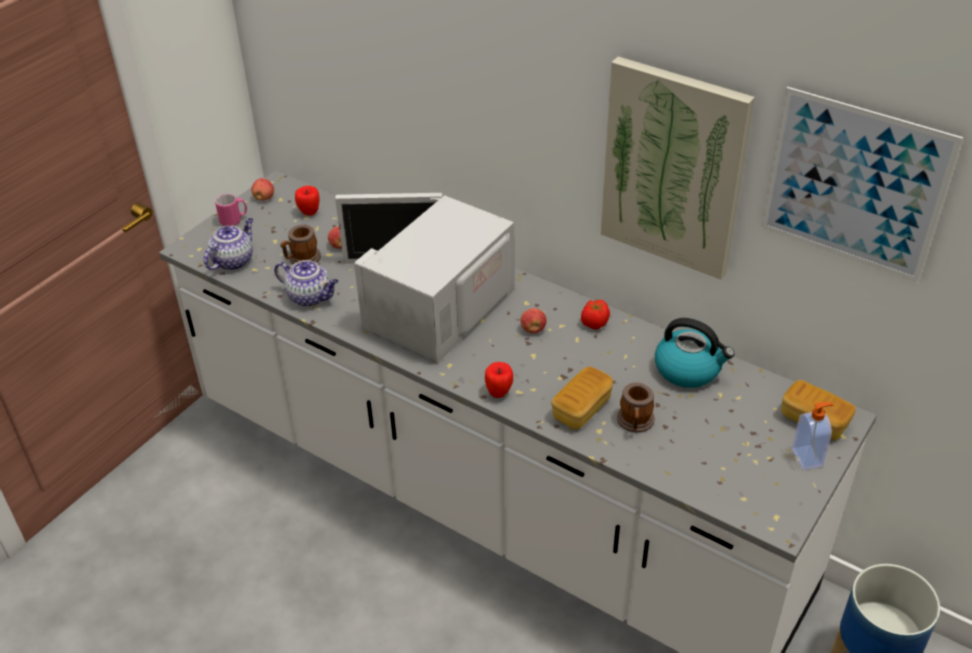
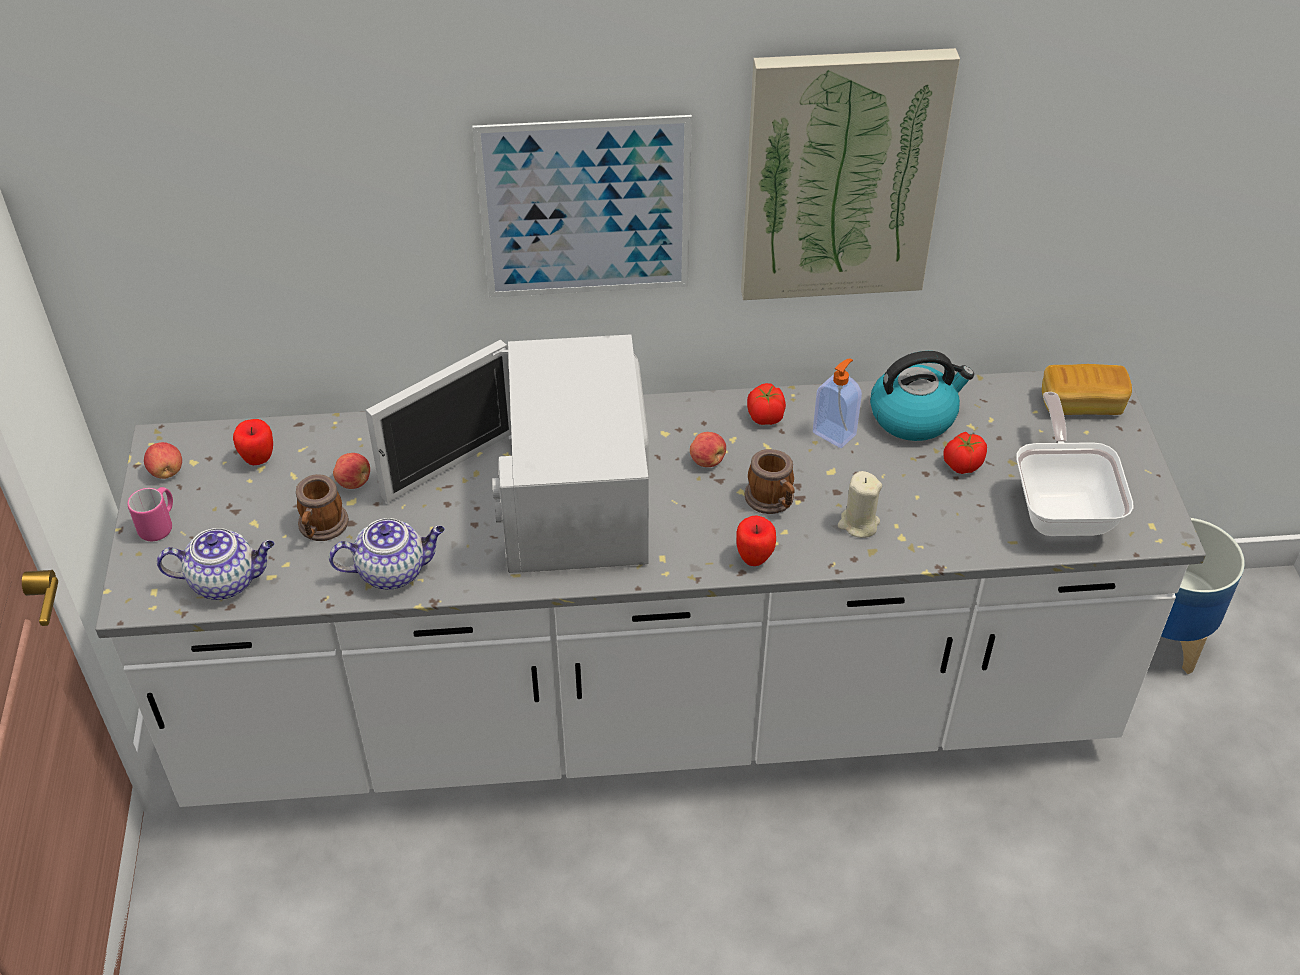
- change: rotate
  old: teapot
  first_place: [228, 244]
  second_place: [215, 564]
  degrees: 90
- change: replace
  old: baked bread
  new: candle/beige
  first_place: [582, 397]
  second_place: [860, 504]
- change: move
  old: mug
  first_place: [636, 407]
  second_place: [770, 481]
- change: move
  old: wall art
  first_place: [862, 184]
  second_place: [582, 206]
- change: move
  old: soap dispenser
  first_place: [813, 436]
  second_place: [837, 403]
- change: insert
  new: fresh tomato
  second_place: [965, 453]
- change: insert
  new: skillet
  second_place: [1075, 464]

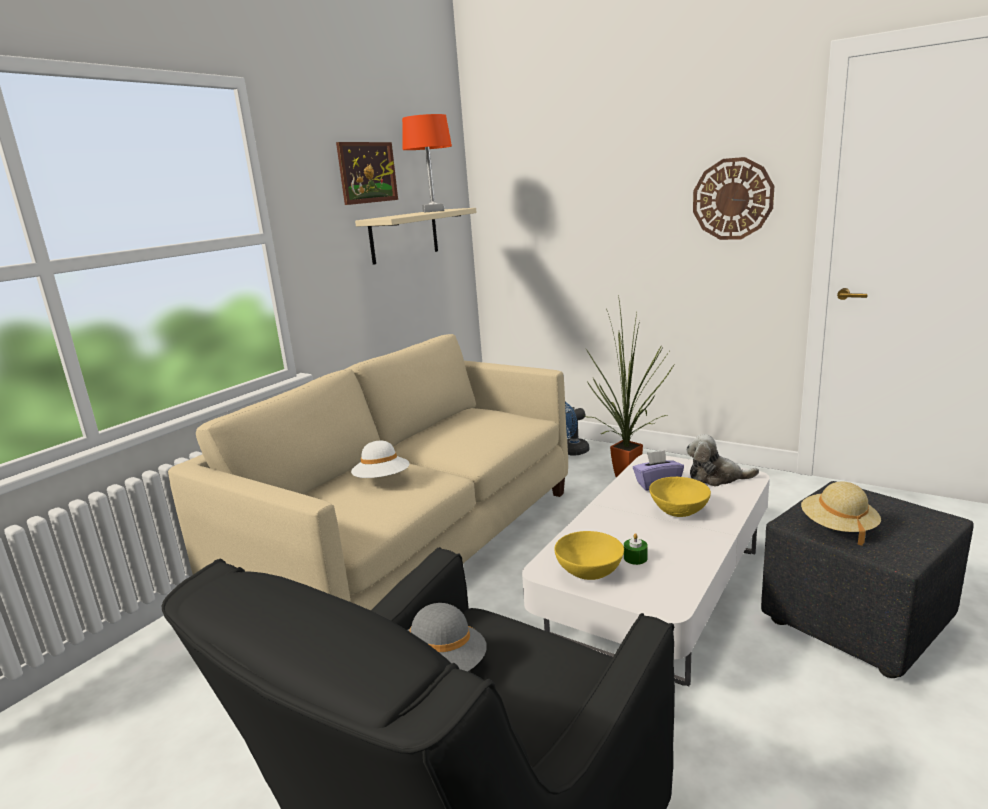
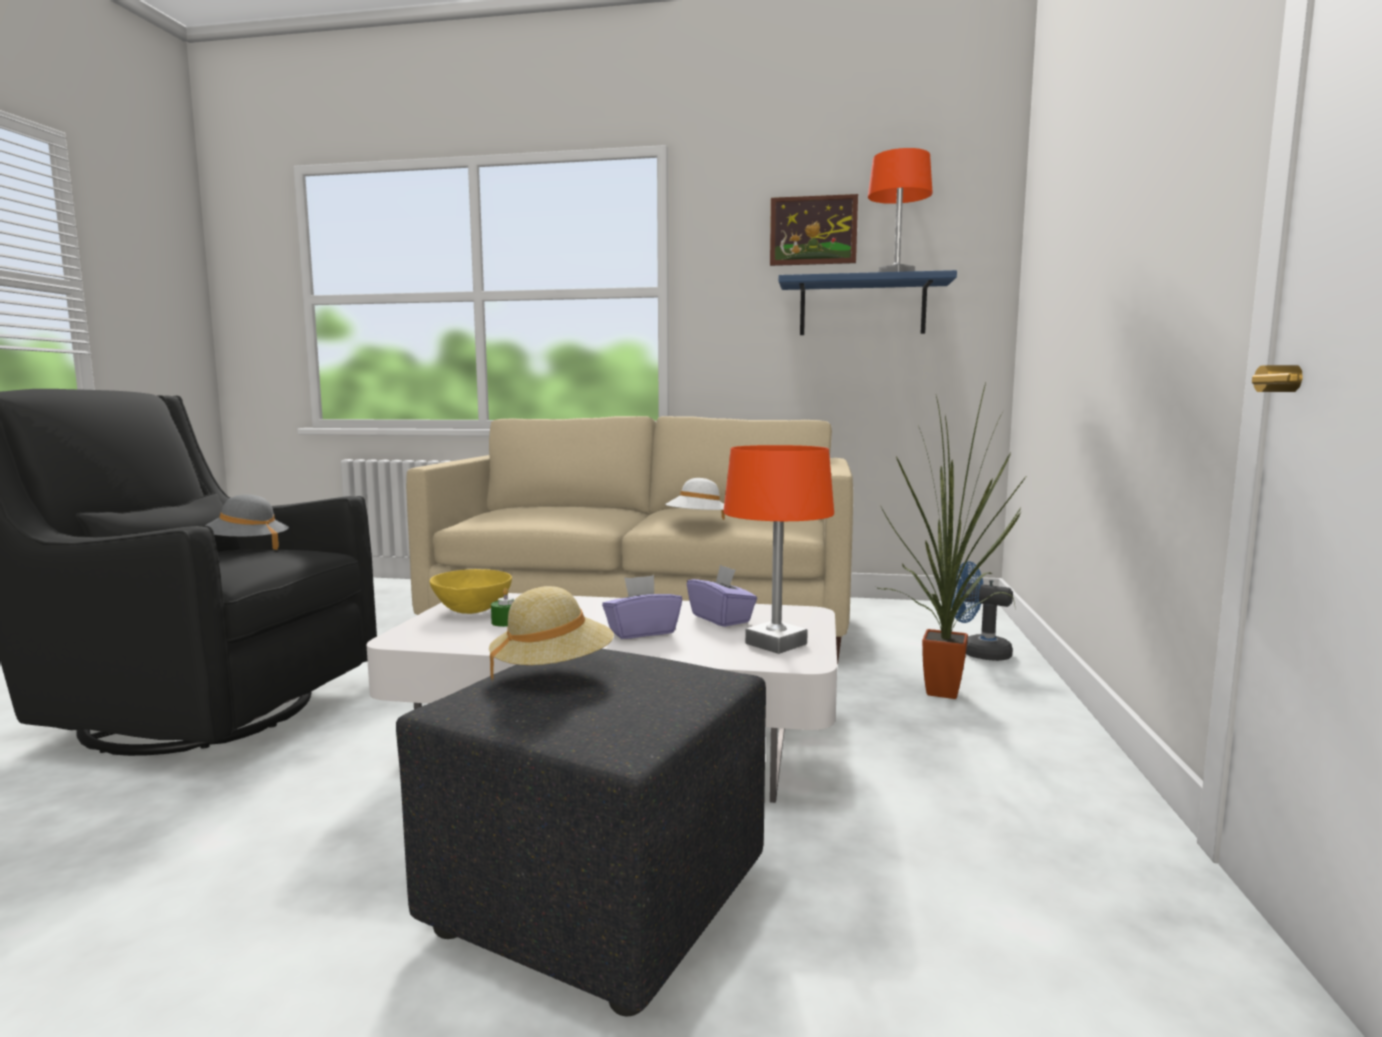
- change: move
  old: hat/white
  first_place: [380, 459]
  second_place: [695, 499]
- change: recolor
  old: shelf/beige
  new: shelf/blue-coloured
  first_place: [416, 236]
  second_place: [868, 302]
- change: replace
  old: bowl/yellow
  new: tissue box/purple-coloured
  first_place: [680, 497]
  second_place: [642, 607]
- change: replace
  old: soft toy
  new: tabletop lamp/orangey
  first_place: [722, 460]
  second_place: [778, 549]
- change: delete
  old: clock on the wall
  first_place: [733, 198]

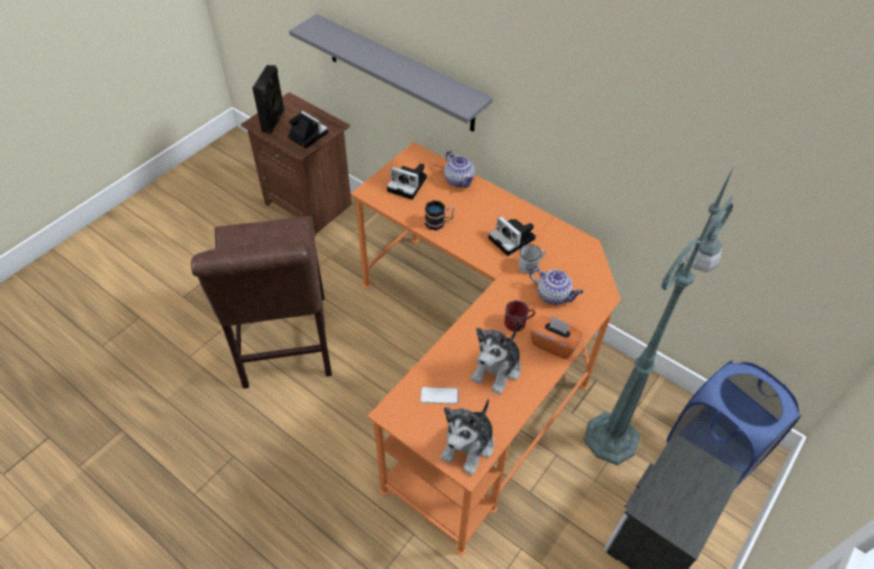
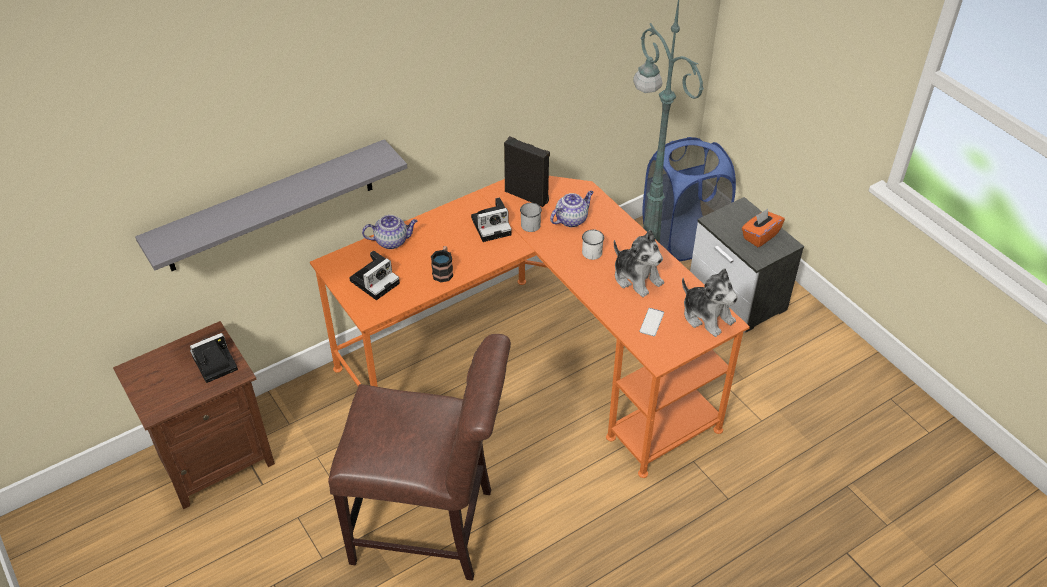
- change: move
  old: audio speaker/blackish
  first_place: [268, 99]
  second_place: [527, 171]
- change: recolor
  old: mug/red-coloured
  new: mug/white
  first_place: [519, 315]
  second_place: [593, 244]
- change: move
  old: tissue box/orangey
  first_place: [556, 337]
  second_place: [763, 228]

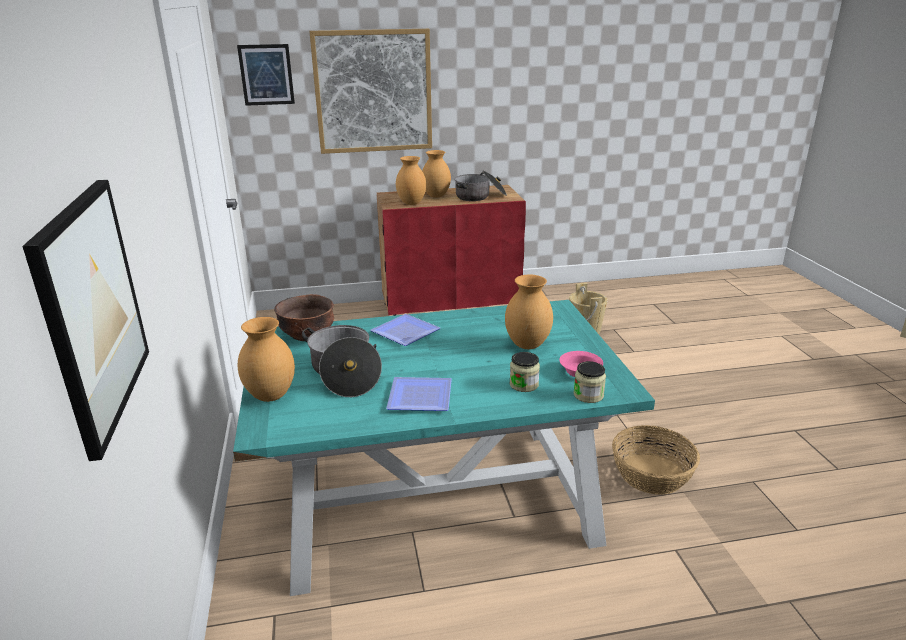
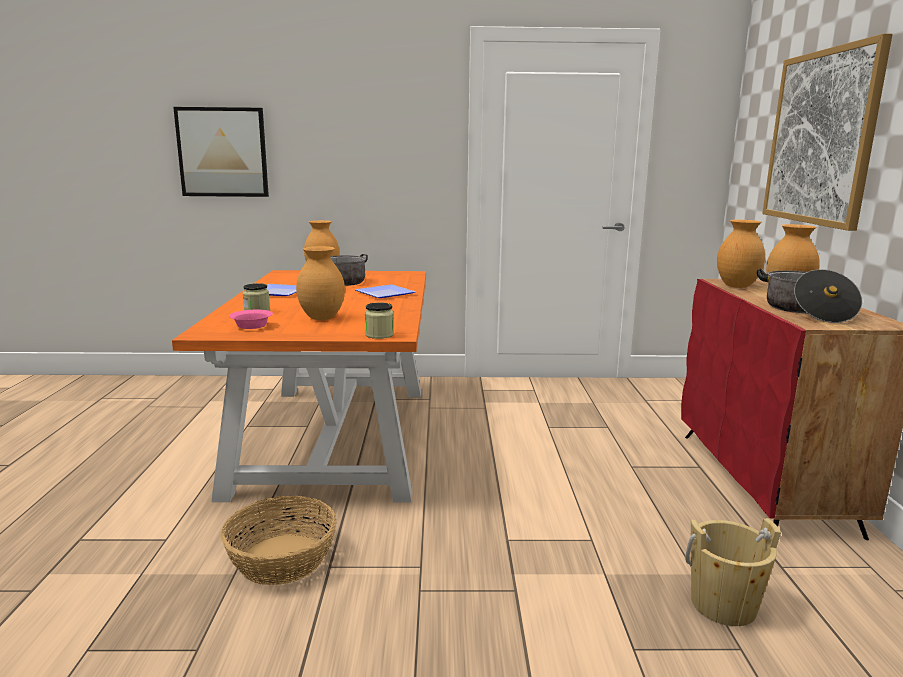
- change: recolor
  old: kitchen table/turquoise
  new: kitchen table/orangey
  first_place: [444, 448]
  second_place: [299, 386]
- change: delete
  old: wall art
  first_place: [266, 75]
- change: delete
  old: bowl/brownish
  first_place: [304, 317]
- change: move
  old: preserve jar
  first_place: [590, 382]
  second_place: [379, 321]

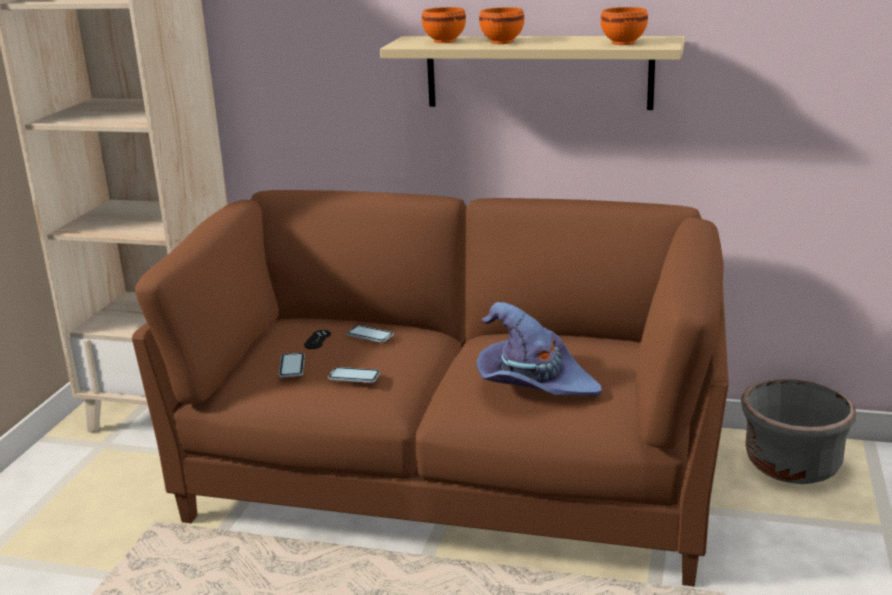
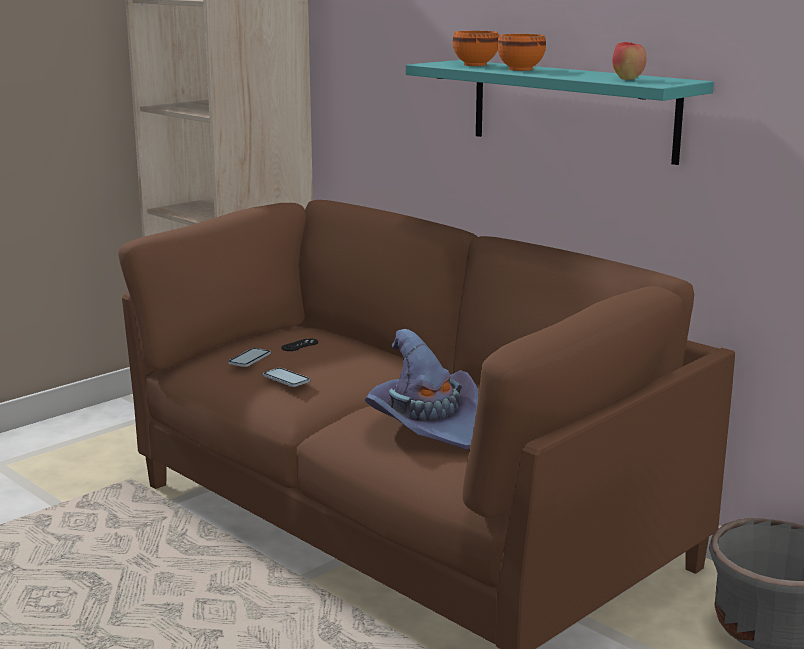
- change: delete
  old: phone
  first_place: [370, 334]
- change: recolor
  old: shelf/beige
  new: shelf/turquoise
  first_place: [532, 73]
  second_place: [560, 112]
- change: replace
  old: bowl/orangey
  new: whole apple
  first_place: [624, 26]
  second_place: [629, 61]

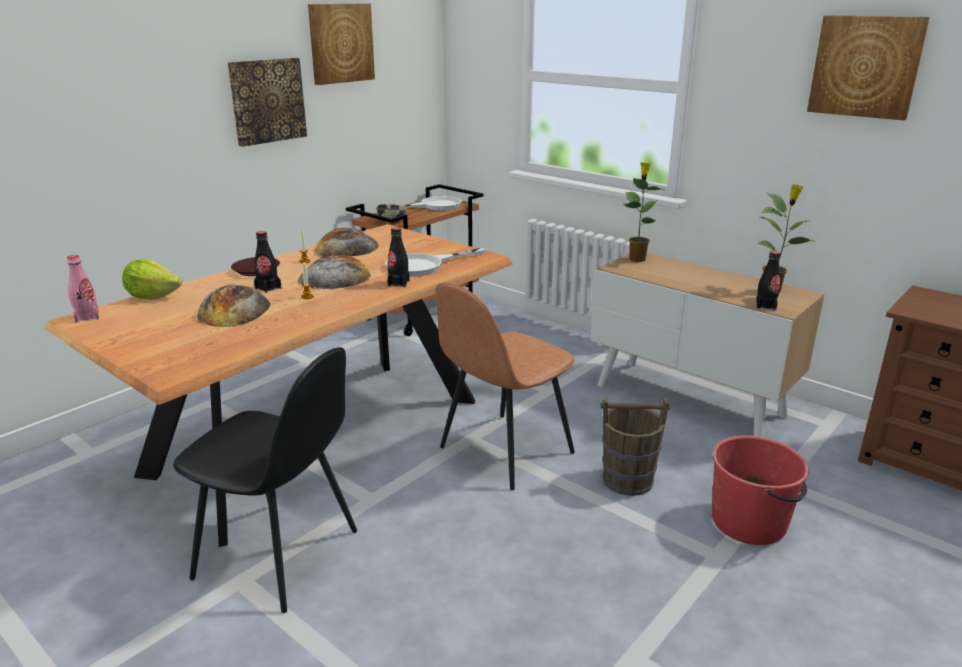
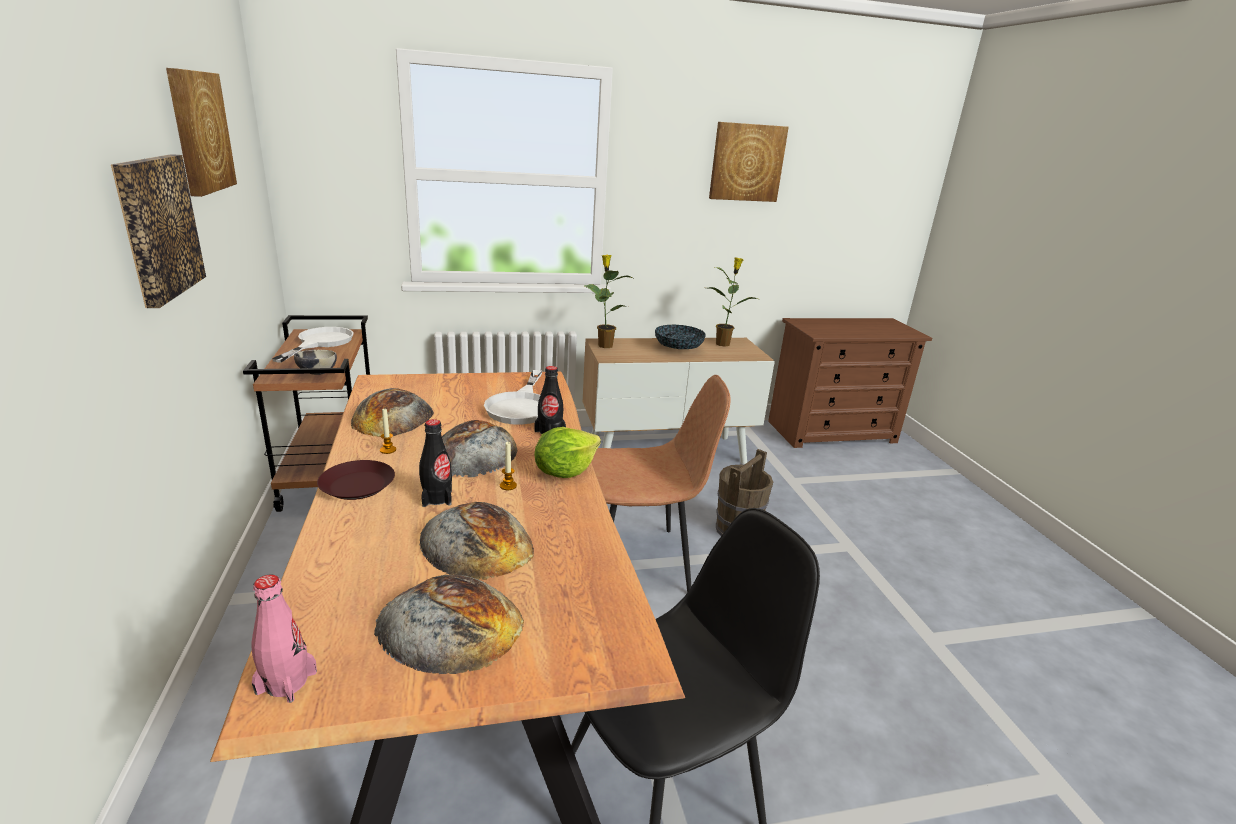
- change: move
  old: lettuce
  first_place: [152, 279]
  second_place: [568, 452]
- change: rotate
  old: plain chair/brownish
  first_place: [505, 386]
  second_place: [661, 484]
  degrees: -90
- change: delete
  old: bucket/red-coloured
  first_place: [760, 490]
- change: delete
  old: bottle/blackish
  first_place: [768, 280]
- change: insert
  new: baked bread
  second_place: [449, 624]
- change: insert
  new: bowl
  second_place: [680, 337]

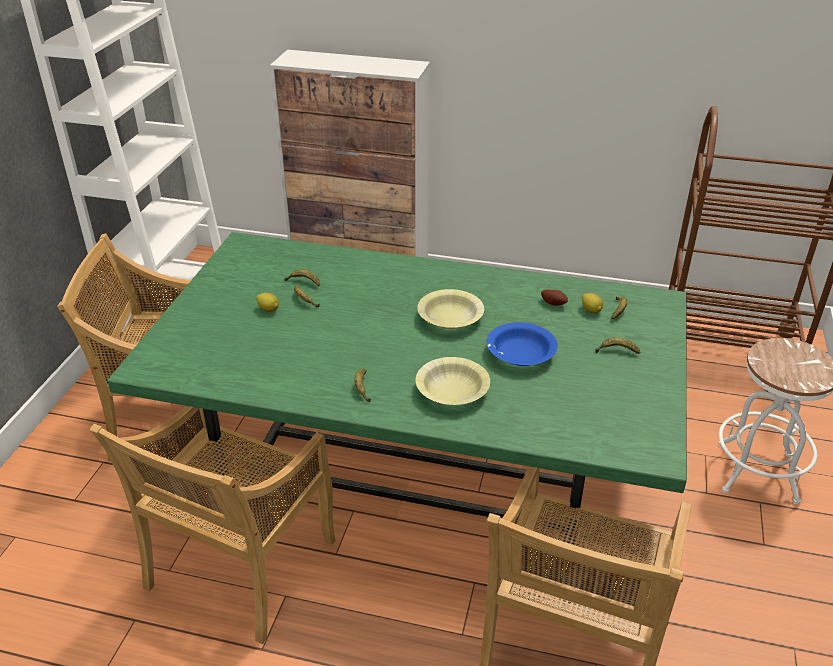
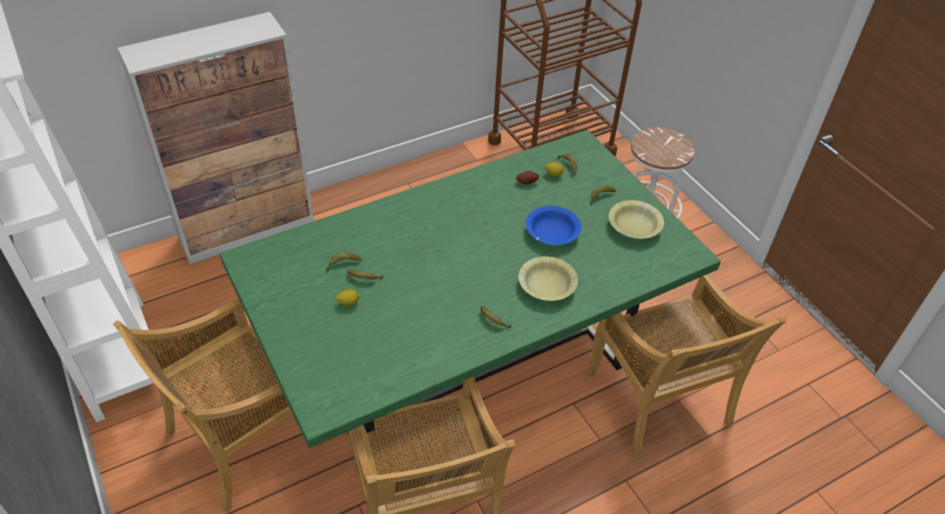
- change: move
  old: bowl/yellow
  first_place: [450, 309]
  second_place: [636, 219]

